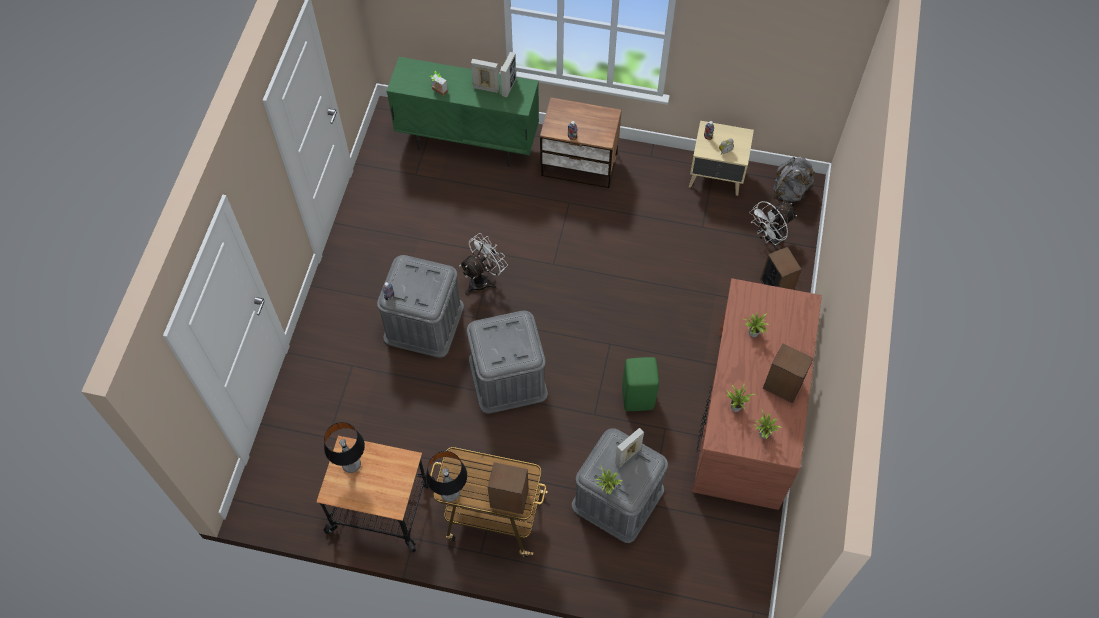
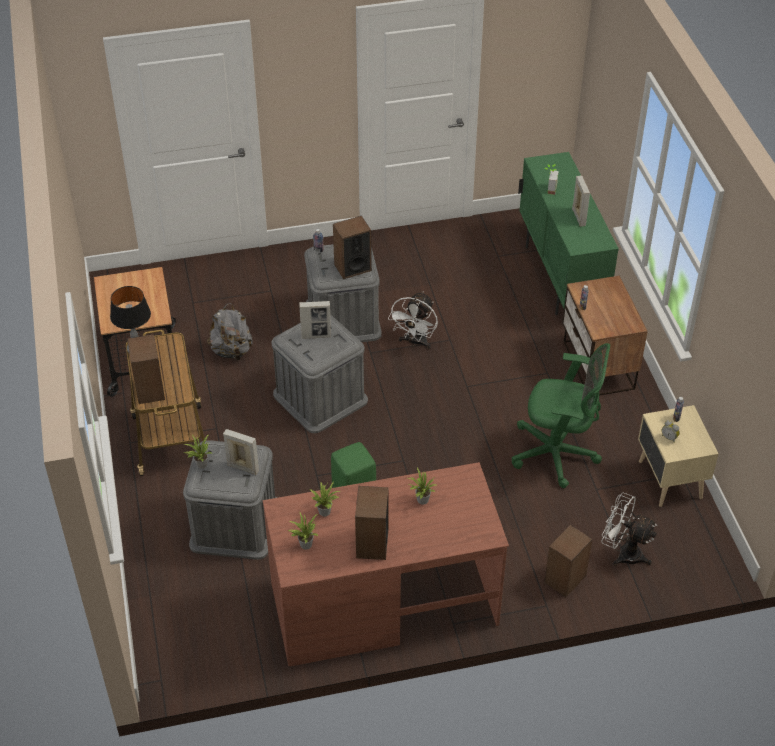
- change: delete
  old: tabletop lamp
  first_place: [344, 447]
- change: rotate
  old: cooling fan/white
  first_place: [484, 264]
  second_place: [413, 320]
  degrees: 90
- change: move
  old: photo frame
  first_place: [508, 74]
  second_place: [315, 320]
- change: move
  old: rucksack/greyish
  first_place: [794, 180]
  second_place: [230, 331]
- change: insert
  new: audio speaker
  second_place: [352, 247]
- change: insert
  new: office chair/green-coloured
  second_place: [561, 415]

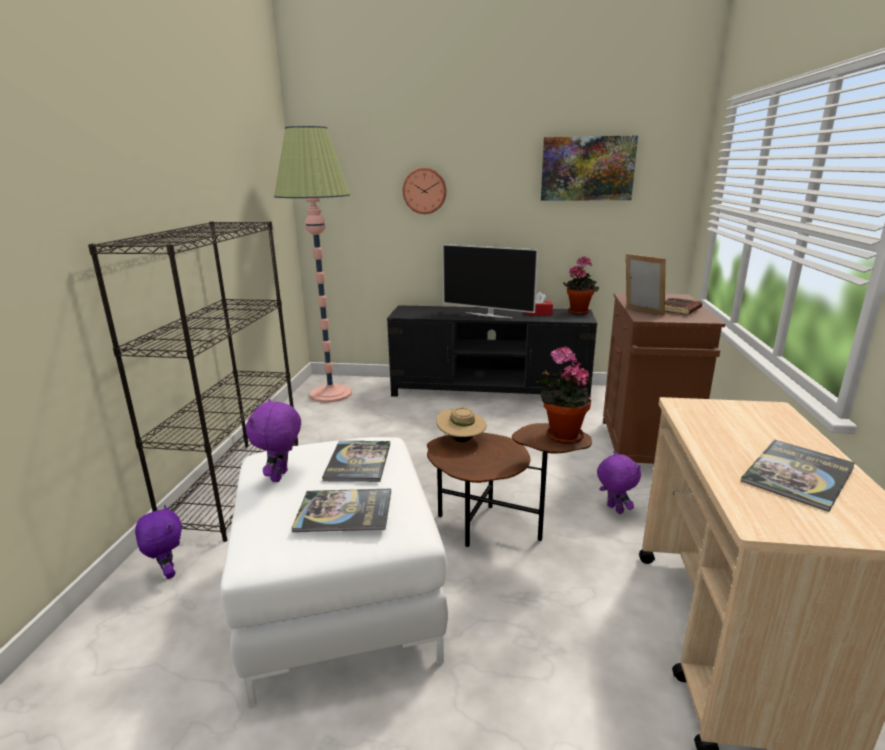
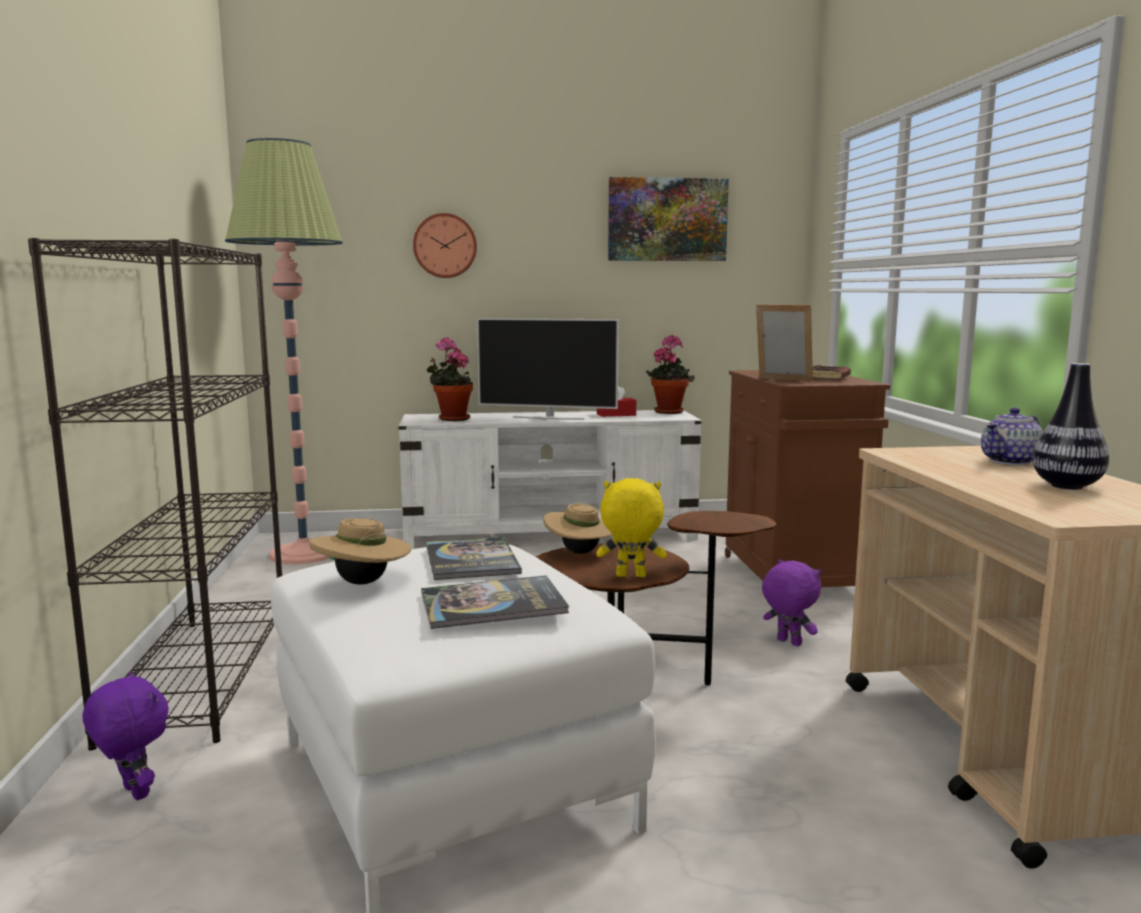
- change: replace
  old: soft toy/purple-coloured
  new: hat/beige
  first_place: [273, 440]
  second_place: [360, 551]
- change: recolor
  old: tv stand/blackish
  new: tv stand/white
  first_place: [492, 351]
  second_place: [550, 479]
- change: move
  old: houseplant
  first_place: [564, 395]
  second_place: [449, 379]
- change: replace
  old: book
  new: flower vase
  first_place: [798, 475]
  second_place: [1070, 426]
- change: insert
  new: soft toy/yellow
  second_place: [631, 527]
- change: insert
  new: teapot
  second_place: [1012, 436]

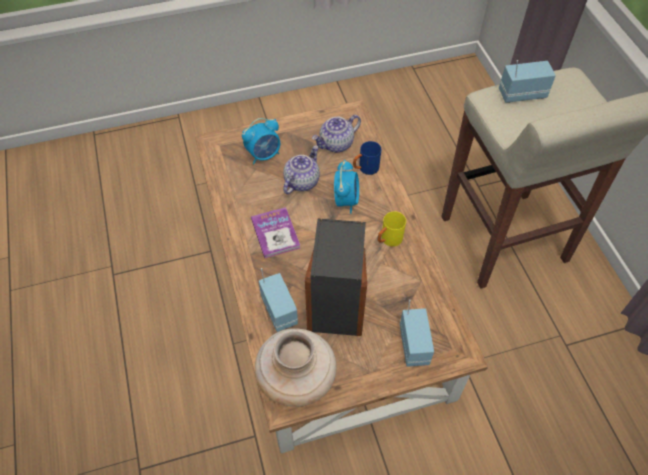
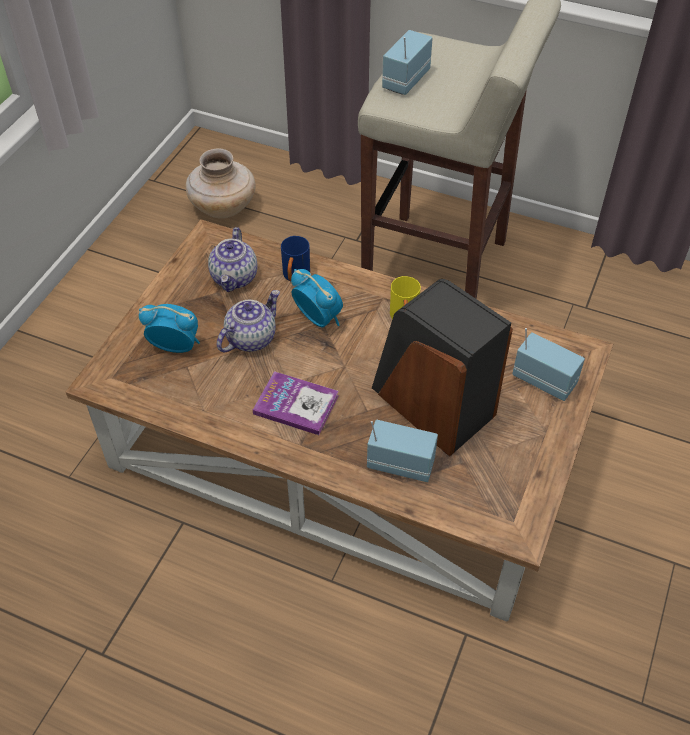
- change: rotate
  old: alarm clock
  first_place: [261, 141]
  second_place: [169, 328]
  degrees: -90
- change: move
  old: flower vase/beige
  first_place: [296, 367]
  second_place: [220, 183]
- change: rotate
  old: teapot
  first_place: [301, 170]
  second_place: [248, 321]
  degrees: 60

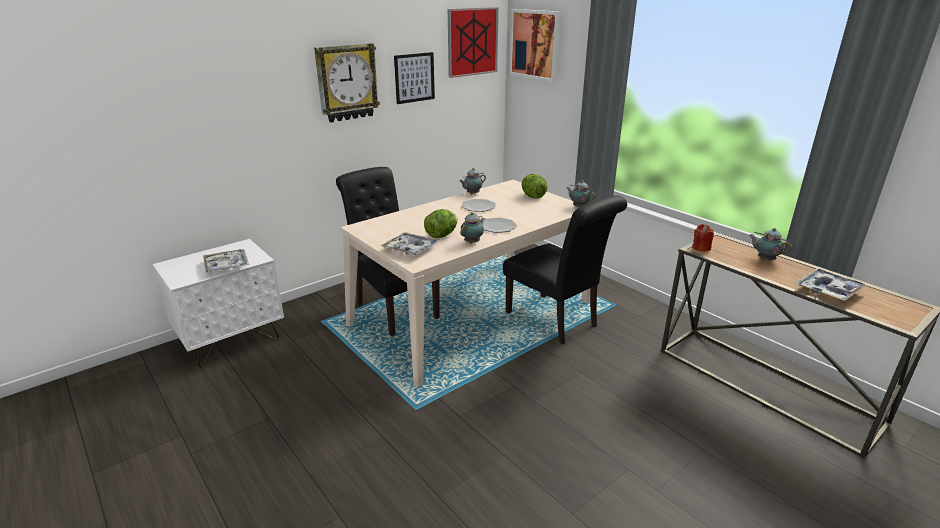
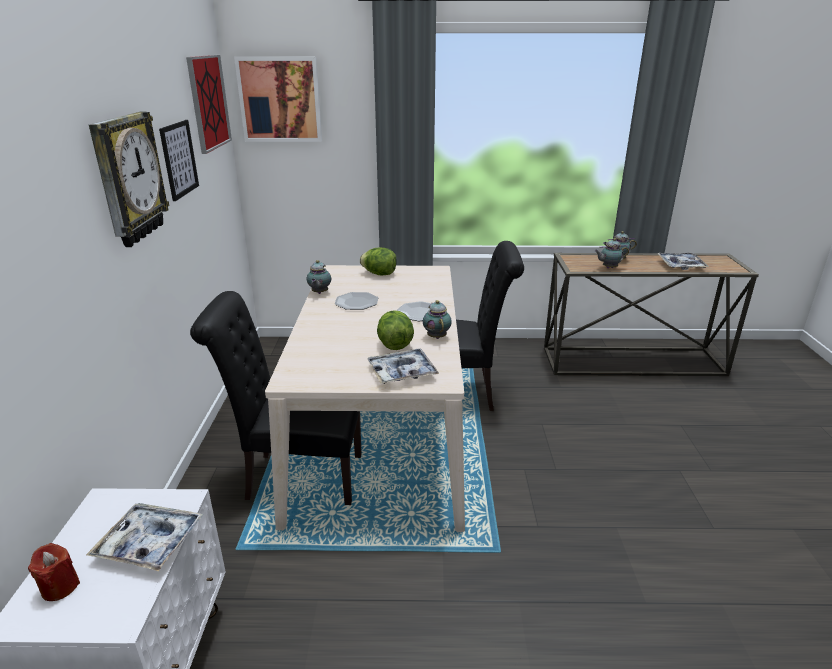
- change: move
  old: teapot
  first_place: [580, 193]
  second_place: [612, 253]
- change: move
  old: candle/red-coloured
  first_place: [703, 238]
  second_place: [54, 572]

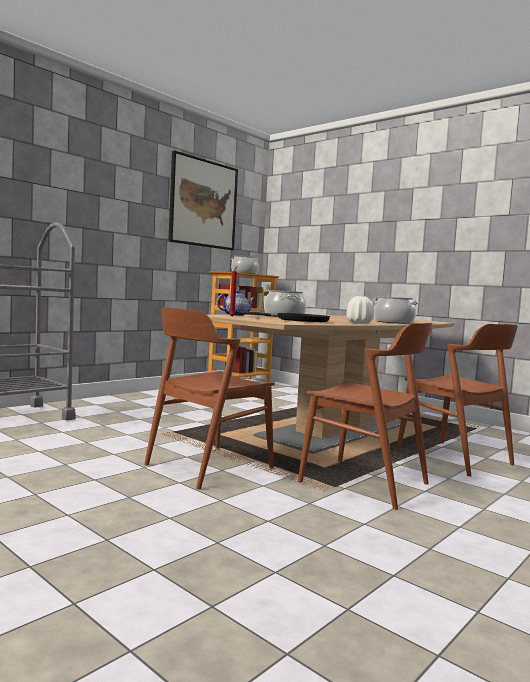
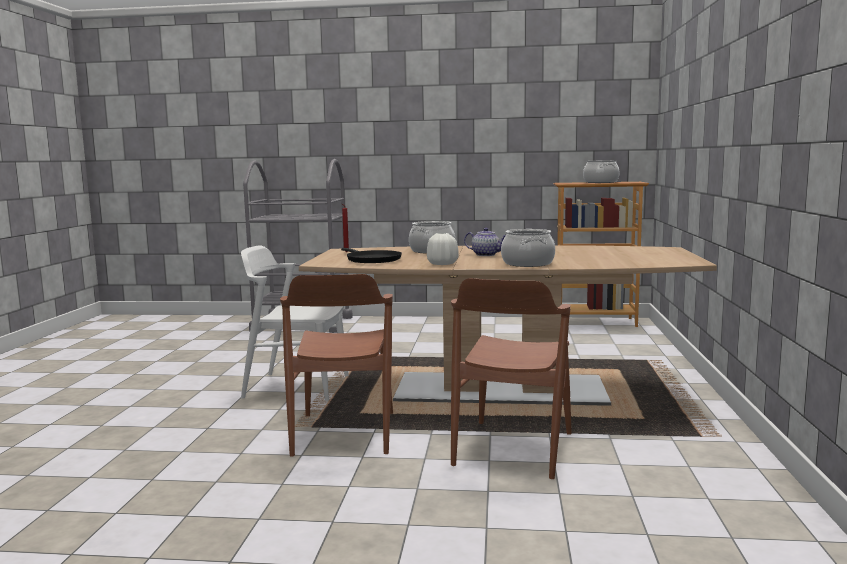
- change: recolor
  old: plain chair/brownish
  new: plain chair/white
  first_place: [209, 398]
  second_place: [295, 323]
- change: delete
  old: wall art
  first_place: [203, 200]
- change: move
  old: teapot
  first_place: [236, 303]
  second_place: [485, 242]

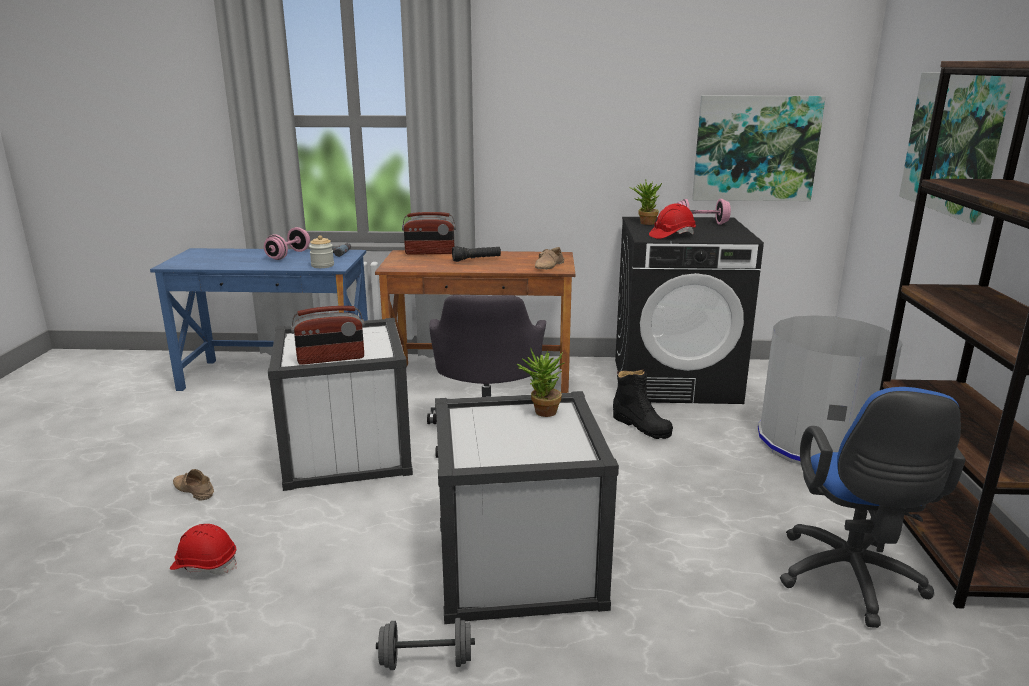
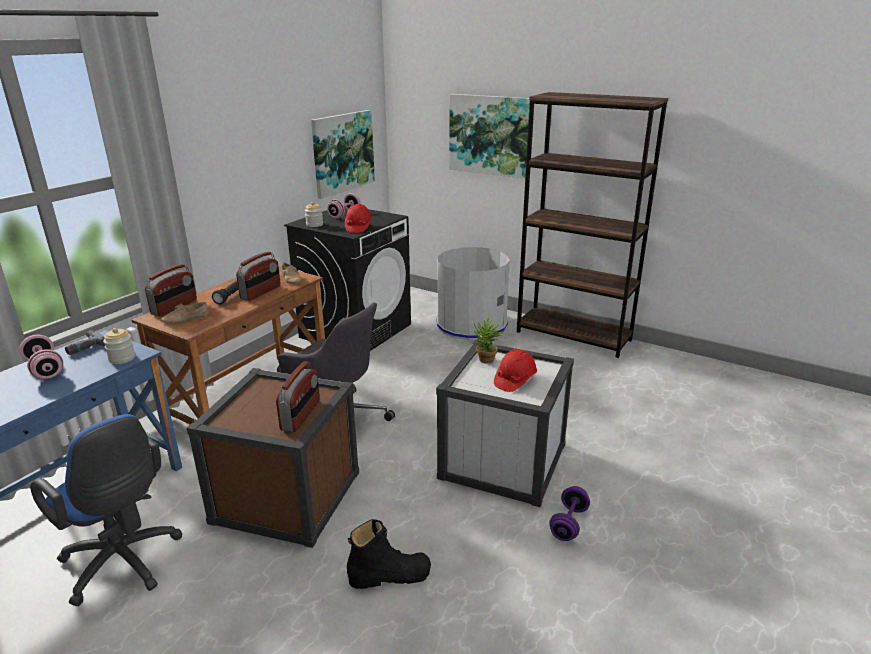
- change: move
  old: work helmet/red-coloured
  first_place: [203, 549]
  second_place: [515, 370]
- change: move
  old: item of footwear/beige
  first_place: [193, 485]
  second_place: [185, 313]
- change: recolor
  old: storage box/white
  new: storage box/brownish
  first_place: [340, 404]
  second_place: [273, 458]
- change: recolor
  old: free weight/greyish
  new: free weight/purple-coloured
  first_place: [425, 644]
  second_place: [569, 513]
- change: move
  old: high-top boot/blackish
  first_place: [643, 404]
  second_place: [389, 554]
- change: replace
  old: houseplant
  new: preserve jar
  first_place: [645, 202]
  second_place: [314, 214]
- change: move
  old: office chair/blue-coloured
  first_place: [873, 507]
  second_place: [106, 510]
- change: insert
  new: radio set
  second_place: [258, 276]

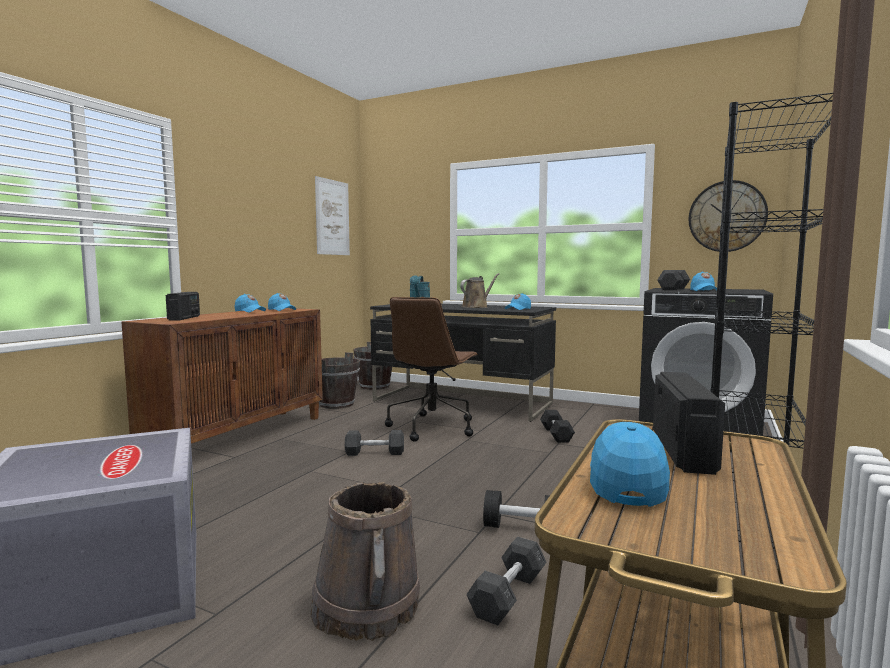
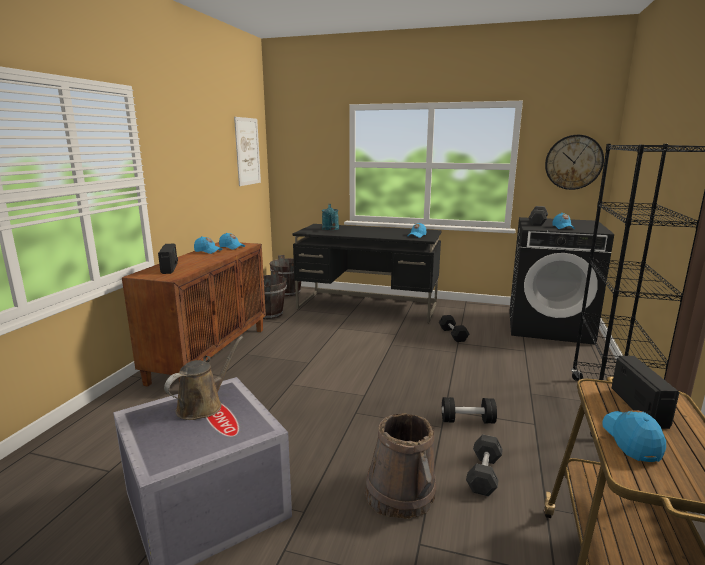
- change: delete
  old: free weight/greyish
  first_place: [374, 443]
- change: delete
  old: office chair/brownish
  first_place: [431, 369]
- change: move
  old: sprinkling can/brownish
  first_place: [479, 290]
  second_place: [203, 378]

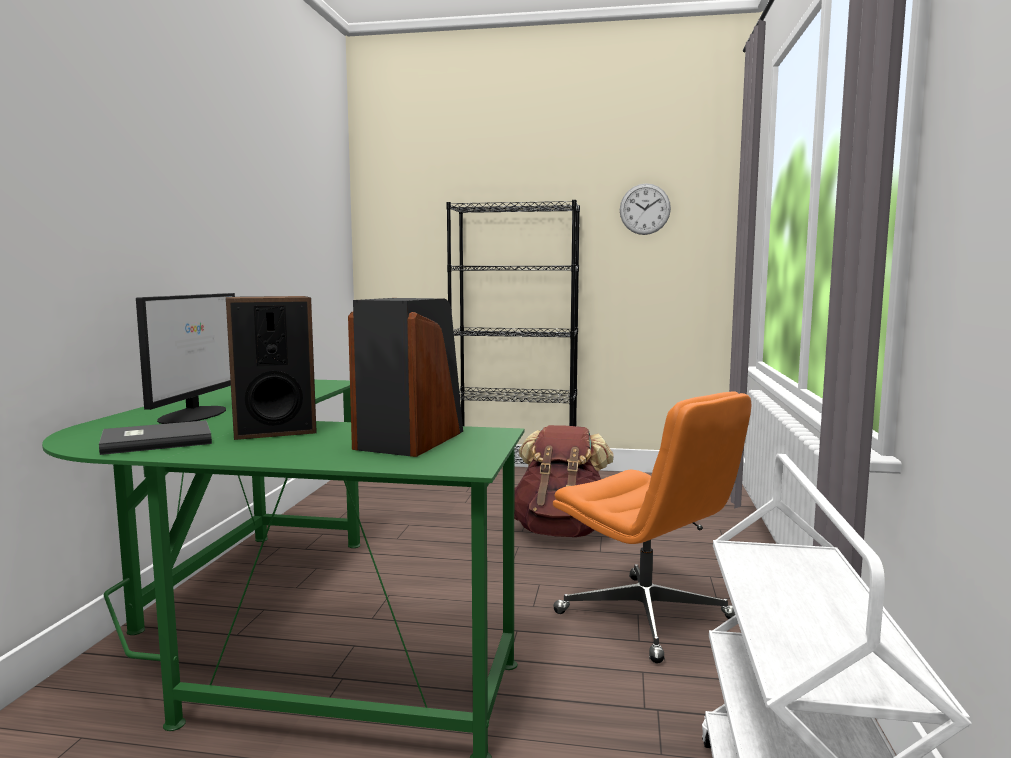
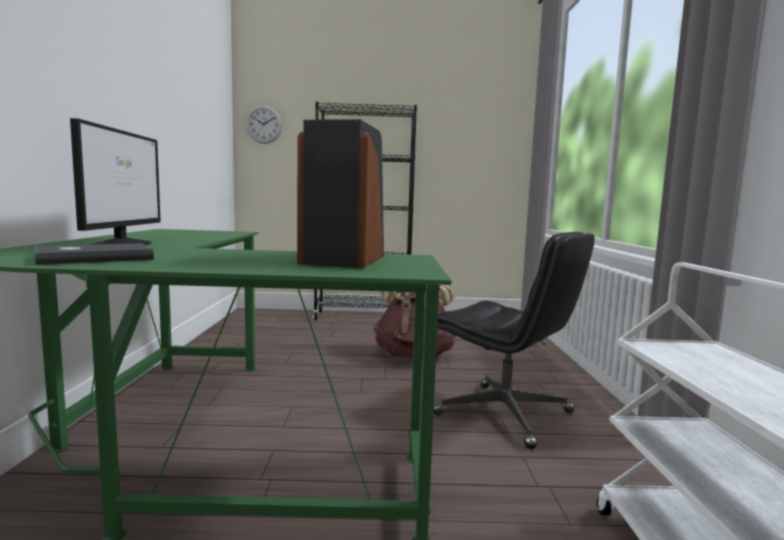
- change: delete
  old: audio speaker
  first_place: [271, 368]
- change: recolor
  old: office chair/orangey
  new: office chair/blackish
  first_place: [652, 527]
  second_place: [514, 340]
- change: move
  old: clock on the wall
  first_place: [645, 209]
  second_place: [264, 124]

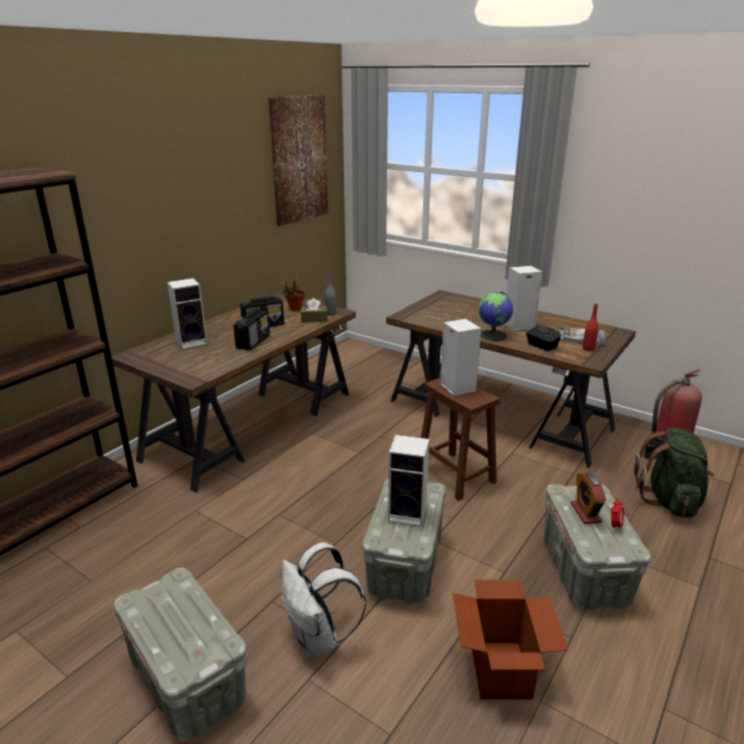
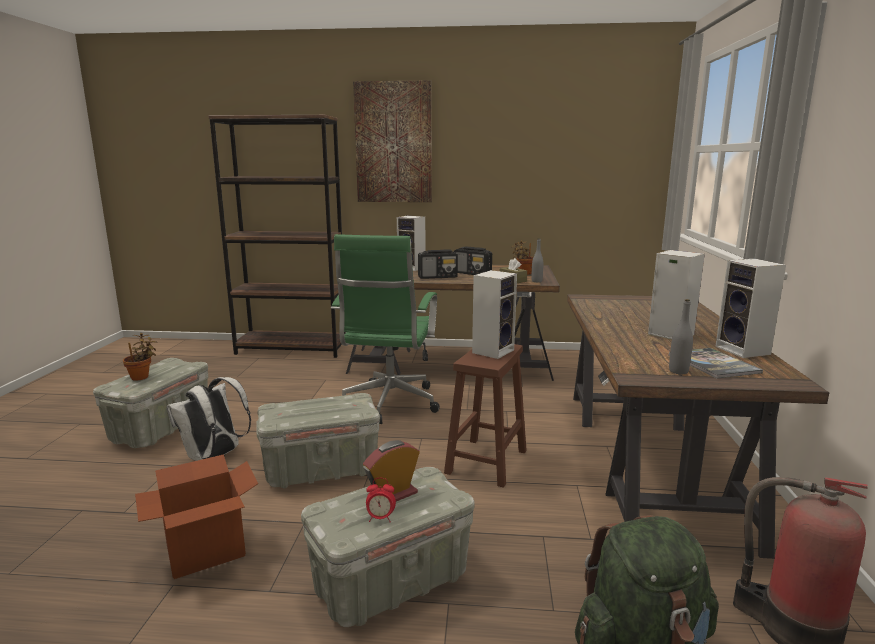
- change: move
  old: wall art
  first_place: [298, 160]
  second_place: [392, 141]
- change: move
  old: audio speaker
  first_place: [408, 481]
  second_place: [750, 308]
- change: delete
  old: world globe
  first_place: [495, 316]
- change: delete
  old: tissue box/blackish
  first_place: [544, 337]
- change: recolor
  old: bottle/red-coloured
  new: bottle/greyish
  first_place: [590, 327]
  second_place: [681, 336]
- change: insert
  new: houseplant
  second_place: [140, 357]
- change: insert
  new: office chair/green-coloured
  second_place: [385, 329]

